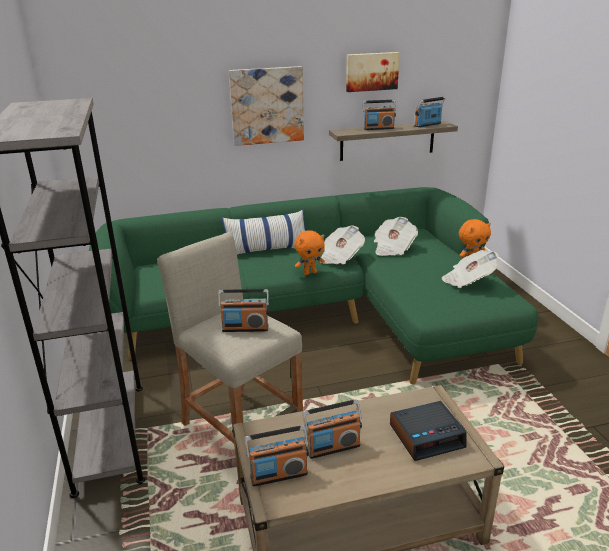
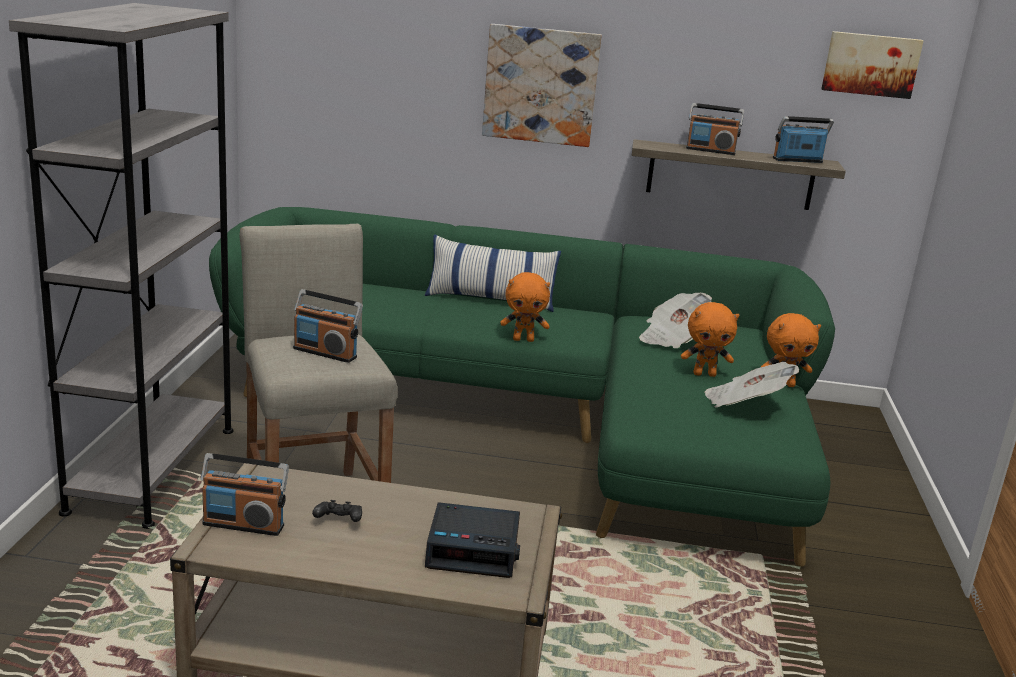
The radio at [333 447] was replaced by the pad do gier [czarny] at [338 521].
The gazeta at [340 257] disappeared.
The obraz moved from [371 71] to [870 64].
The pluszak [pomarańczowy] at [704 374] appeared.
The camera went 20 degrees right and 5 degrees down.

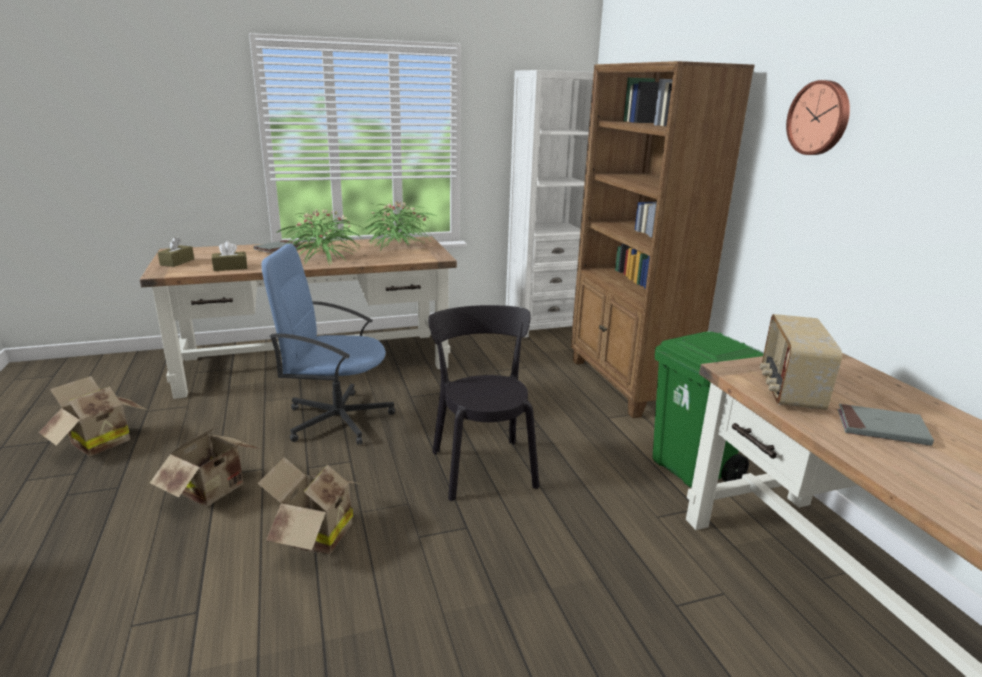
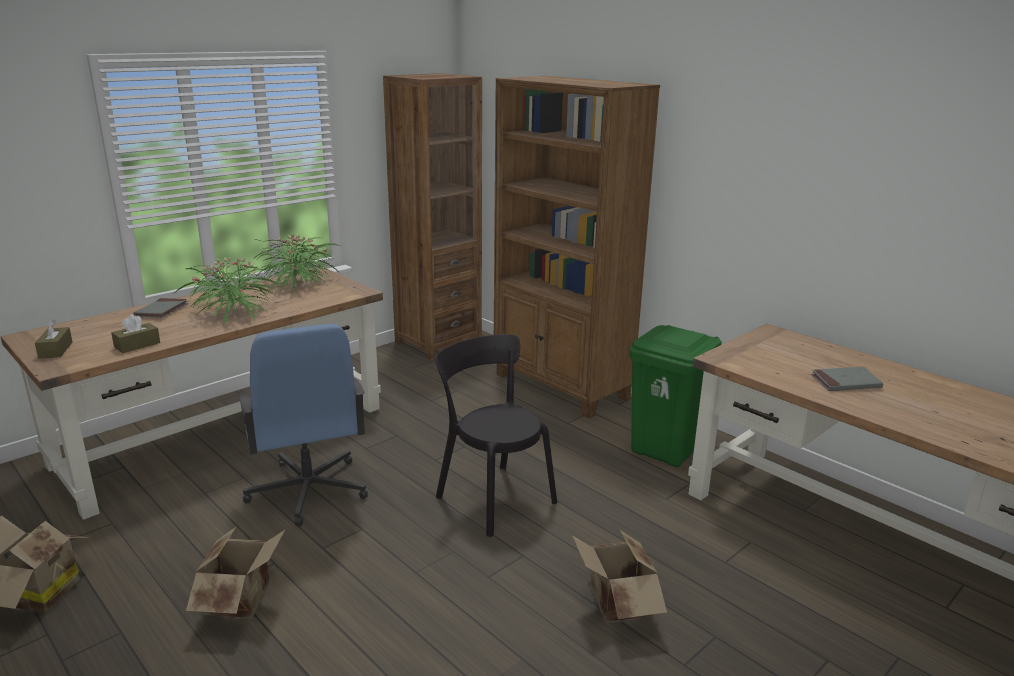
The karton moved from [314 536] to [616 605].
The krzesło biurowe [niebieski] at [337 419] turned 90 degrees counterclockwise.
The regał [biały] at [542 325] became the regał [brązowy] at [438 342].
The radio at [788 391] disappeared.
The zegar ścienny at [819 118] disappeared.
The camera went 25 degrees left and 0 degrees up.

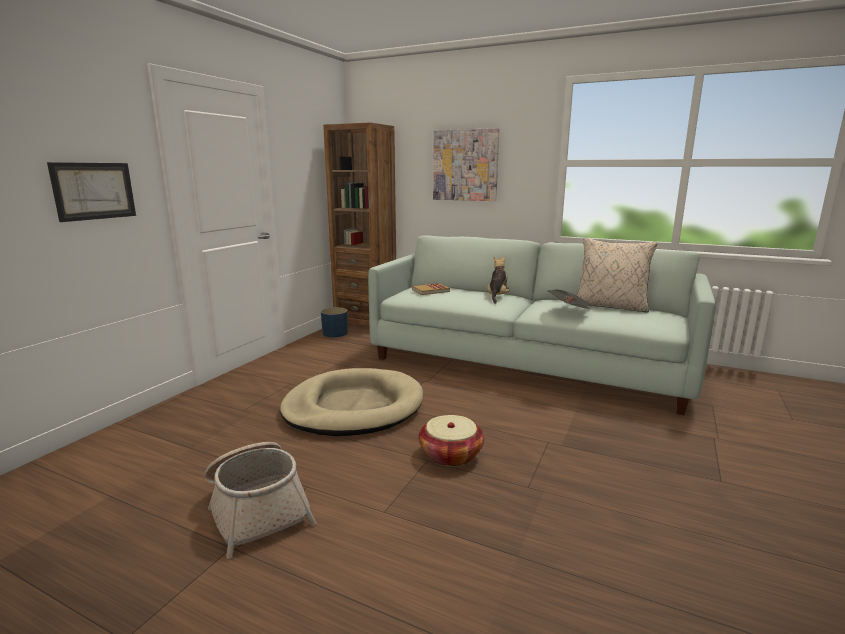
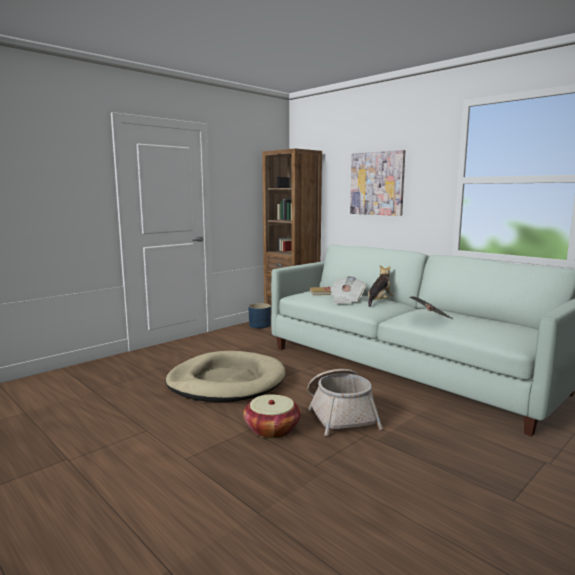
The obraz at [94 191] disappeared.
The koszyk moved from [257 508] to [340 414].
The poduszka [beżowy] at [611 306] disappeared.
The gazeta at [346 300] appeared.
The camera went 20 degrees right and 5 degrees down.

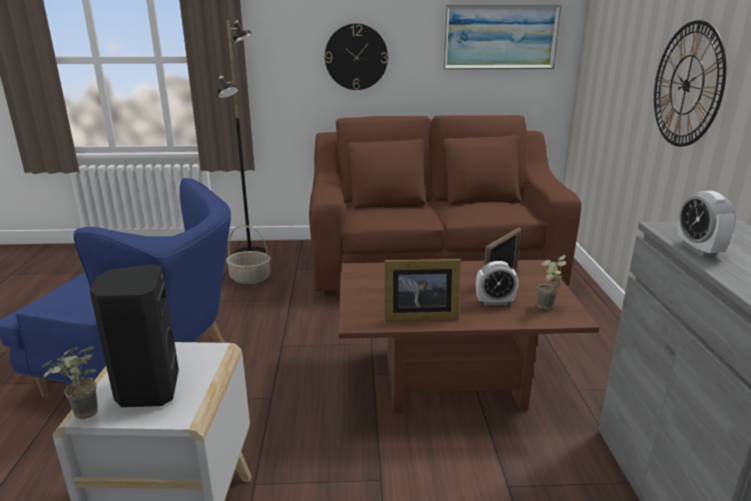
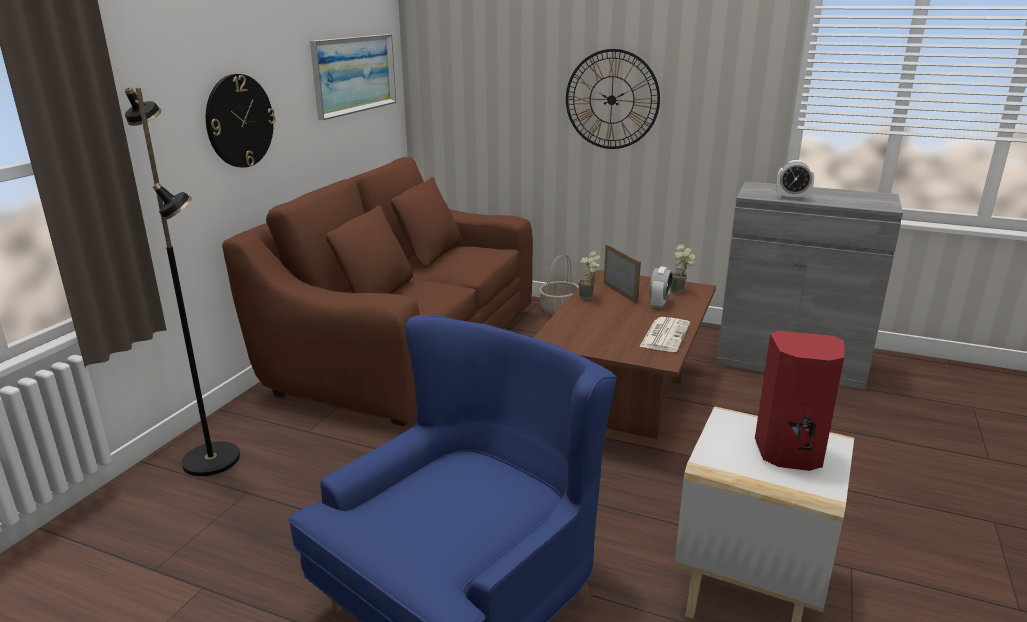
The roślina doniczkowa moved from [81 417] to [589 299].
The głośnik [czarny] at [147 389] became the głośnik [czerwony] at [789 455].
The koszyk moved from [250 278] to [558 308].
The ramka na zdjęcie at [418 315] was replaced by the gazeta at [665 335].
The camera went 65 degrees left and 0 degrees up.

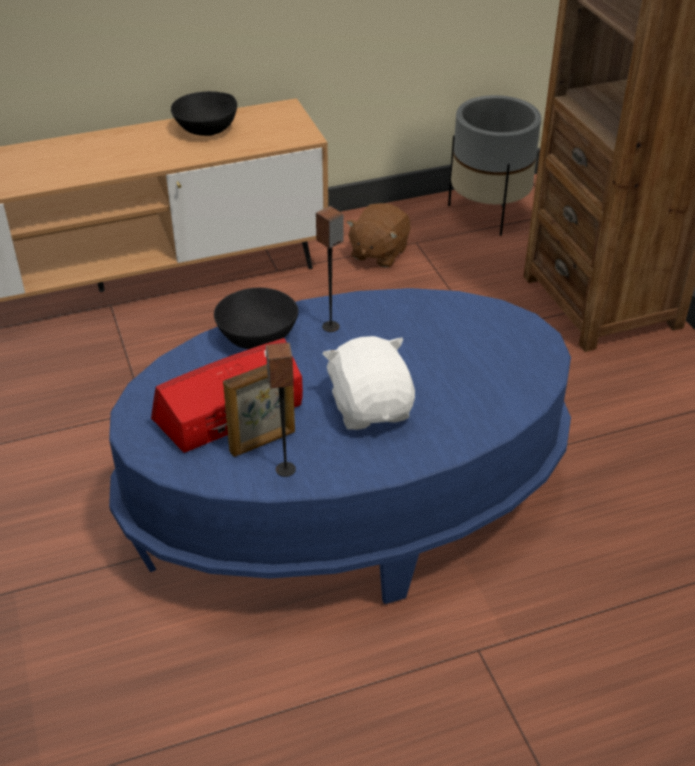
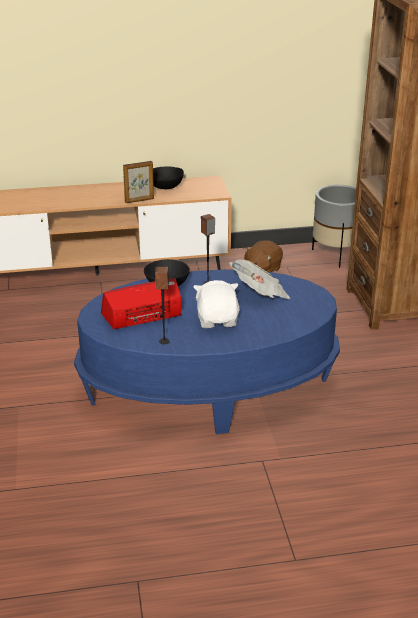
The ramka na zdjęcie moved from [263 442] to [139 200].
The gazeta at [260 294] appeared.
The camera went 10 degrees right and 10 degrees down.

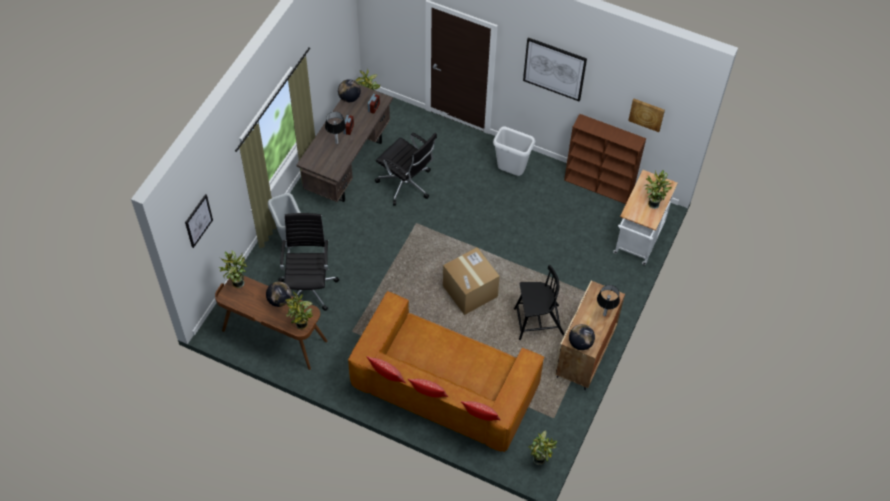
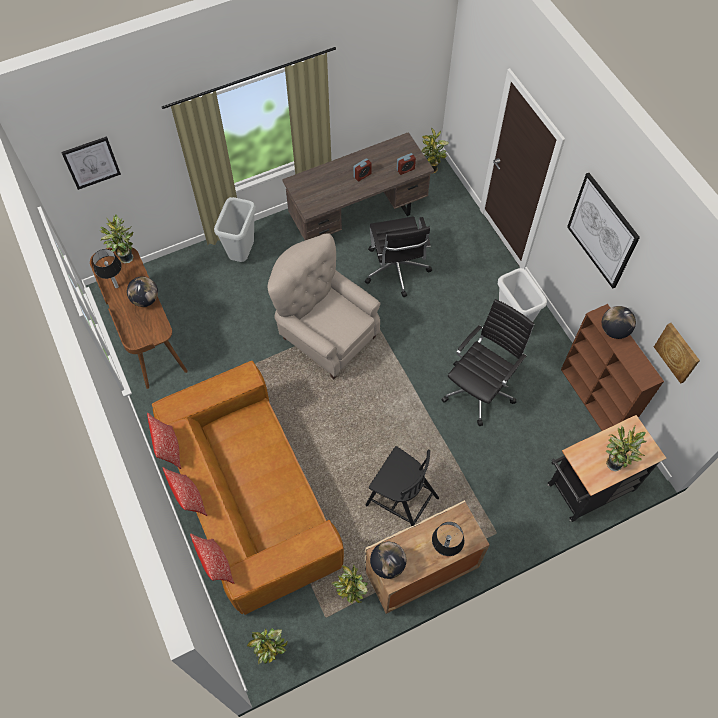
The krzesło biurowe [czarny] moved from [309 286] to [480 389].
The roślina doniczkowa moved from [302 326] to [351 595].
The lampa stołowa moved from [337 142] to [116 286].
The globus moved from [349 98] to [614 330].
The karton at [470 291] disappeared.
The wózek [biały] at [638 242] became the wózek [czarny] at [585 490].
The fotel [beżowy] at [325 335] appeared.
The camera went 40 degrees right and 5 degrees up.

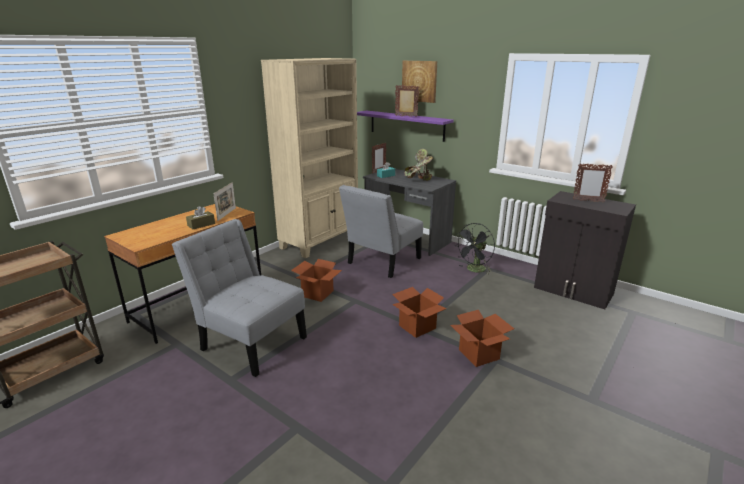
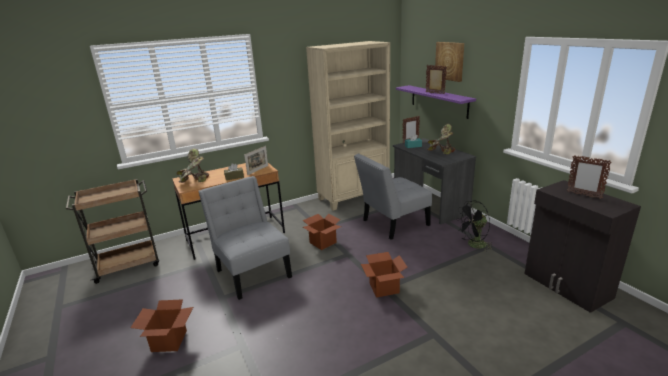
The karton moved from [478 354] to [169 341].
The roślina doniczkowa at [193 181] appeared.
The camera went 25 degrees right and 0 degrees up.

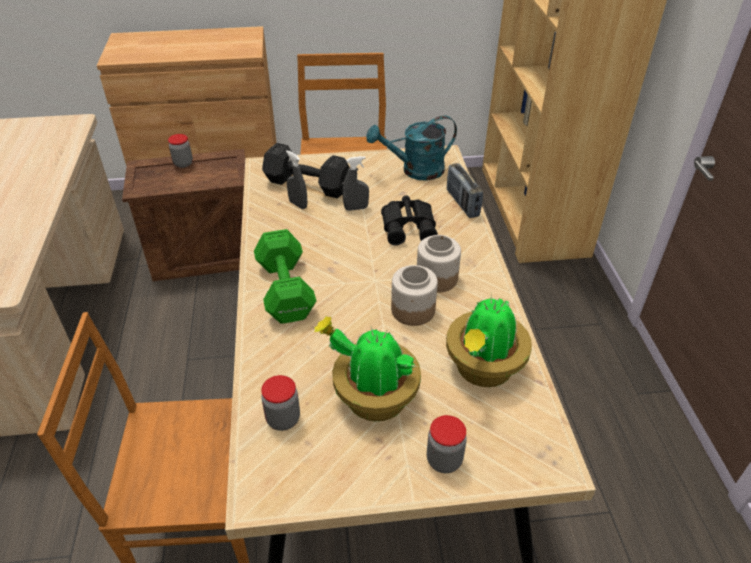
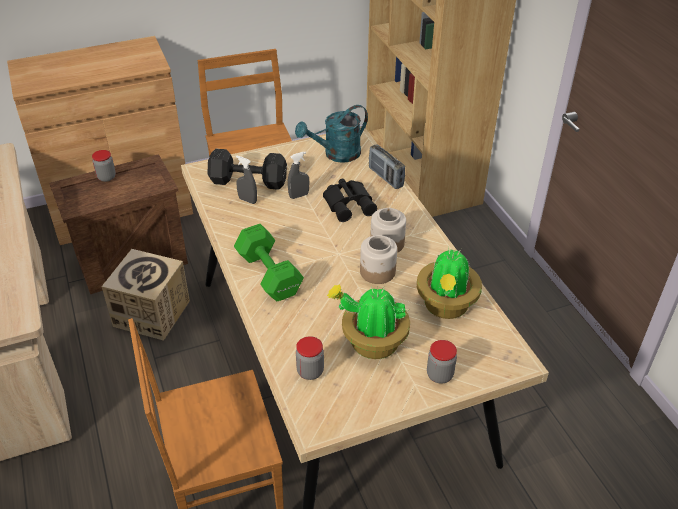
The karton at [152 313] appeared.
The camera went 15 degrees left and 0 degrees up.

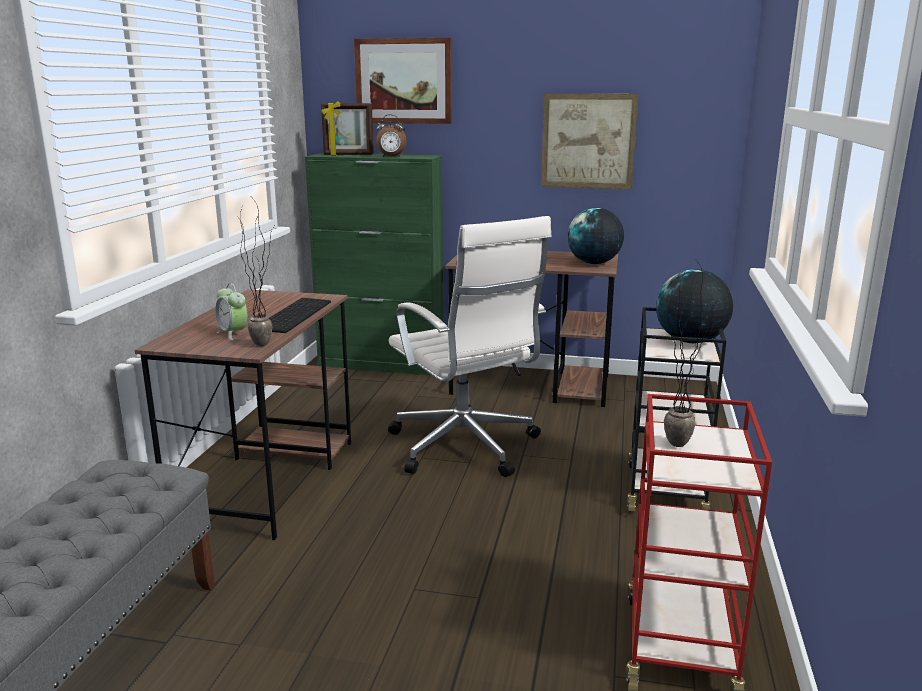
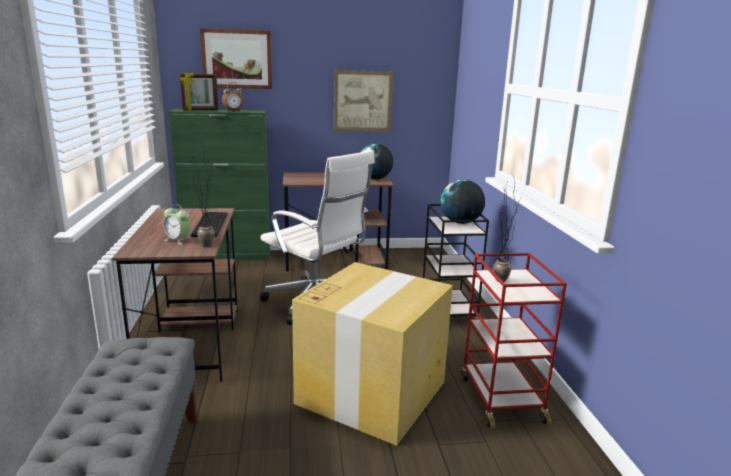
The karton at [372 391] appeared.
The camera went 20 degrees left and 0 degrees up.

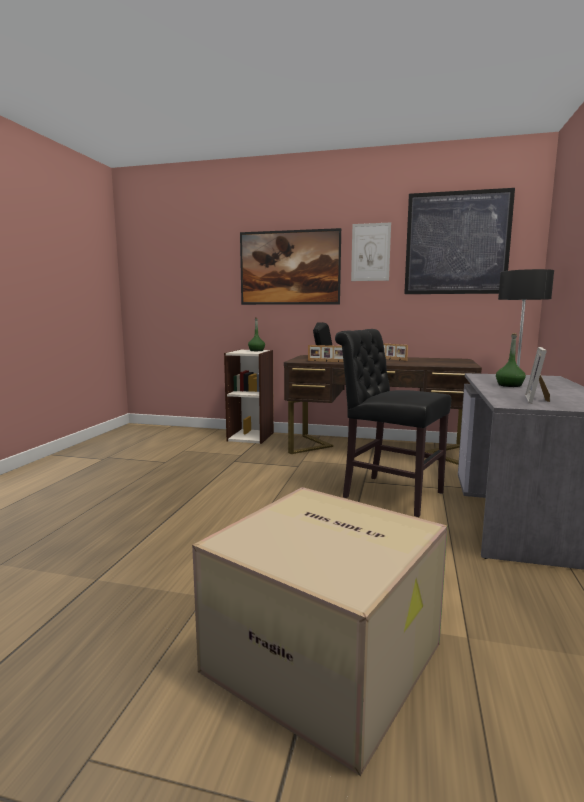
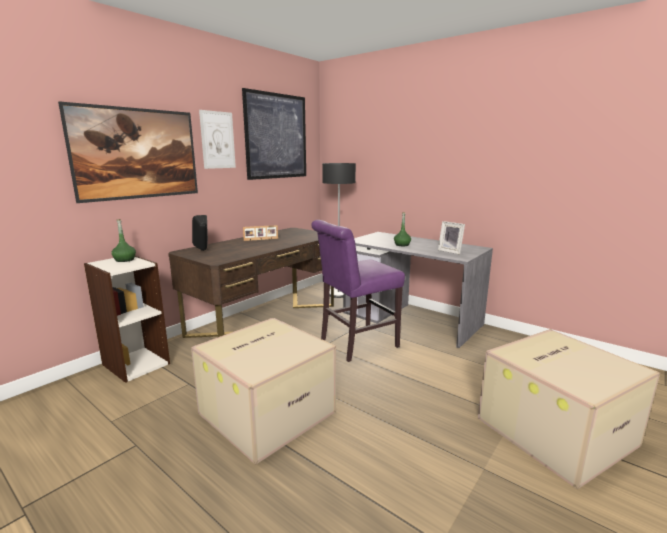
The ramka na zdjęcie at [326 361] disappeared.
The krzesło [czarny] at [388 494] became the krzesło [fioletowy] at [355 344].
The karton at [267 411] appeared.
The camera went 65 degrees left and 5 degrees up.

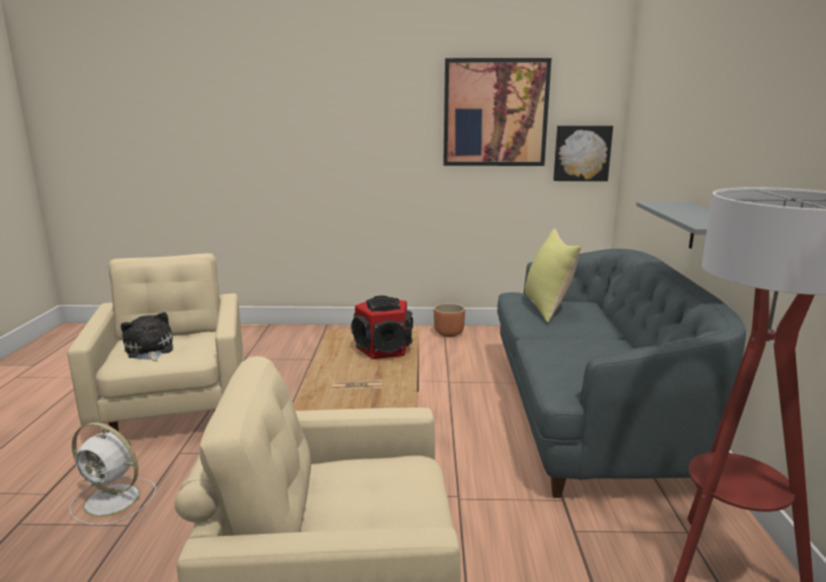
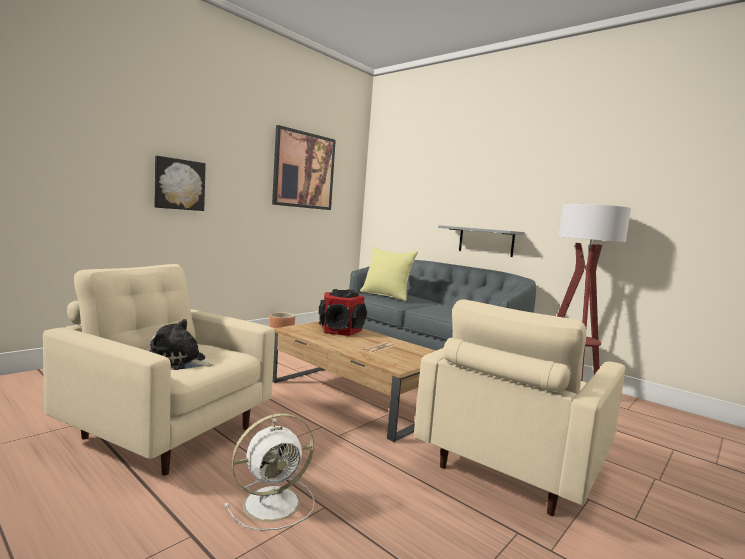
The obraz moved from [581 153] to [179 184].
The camera went 50 degrees left and 10 degrees down.

